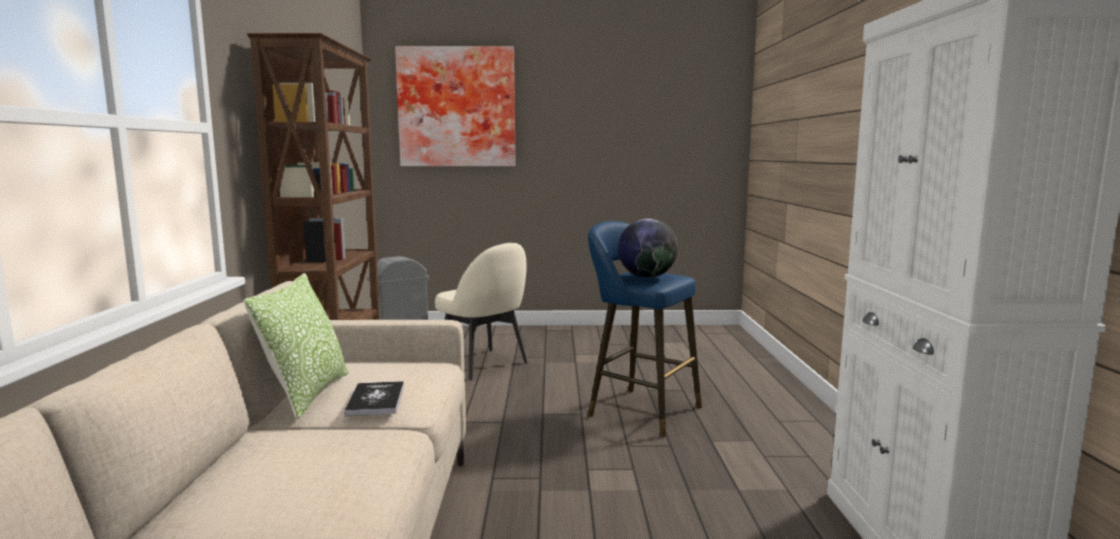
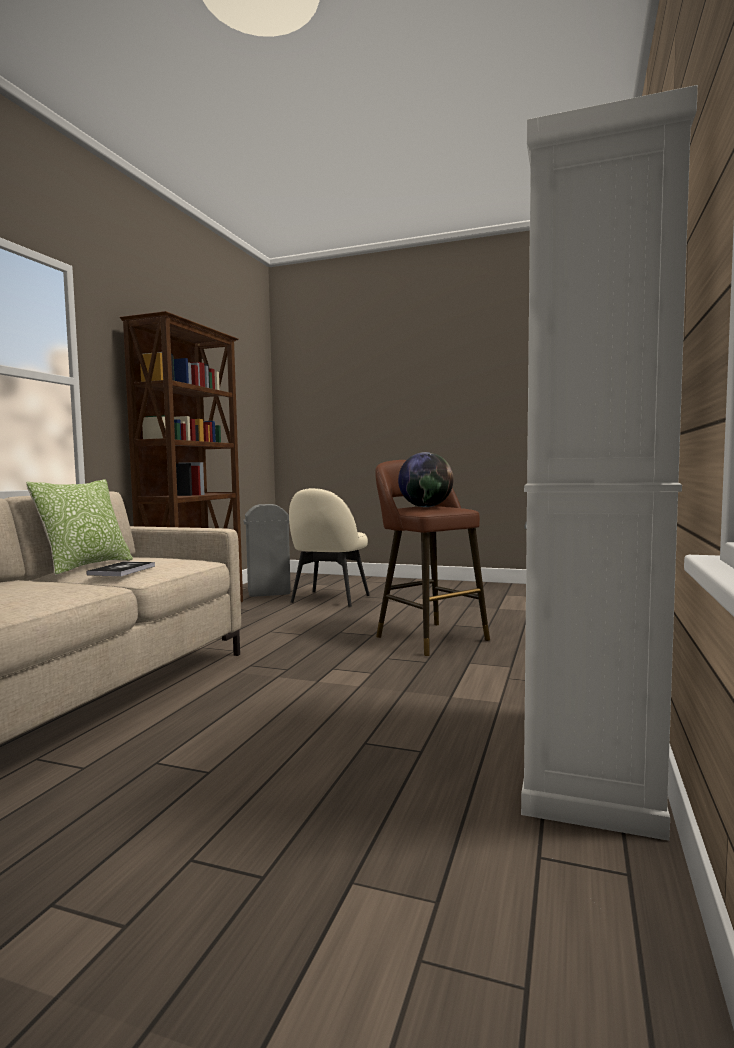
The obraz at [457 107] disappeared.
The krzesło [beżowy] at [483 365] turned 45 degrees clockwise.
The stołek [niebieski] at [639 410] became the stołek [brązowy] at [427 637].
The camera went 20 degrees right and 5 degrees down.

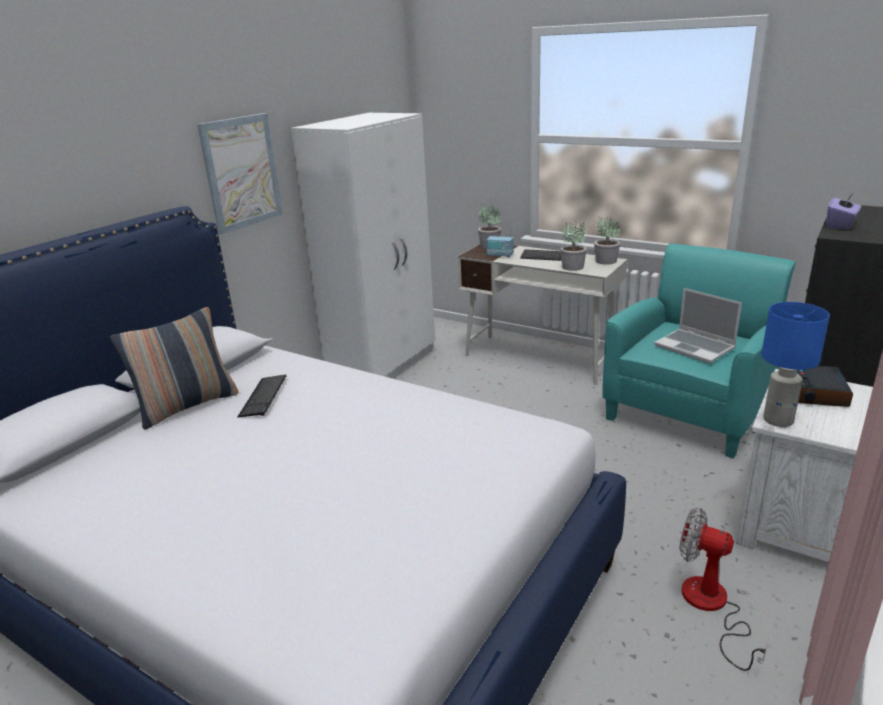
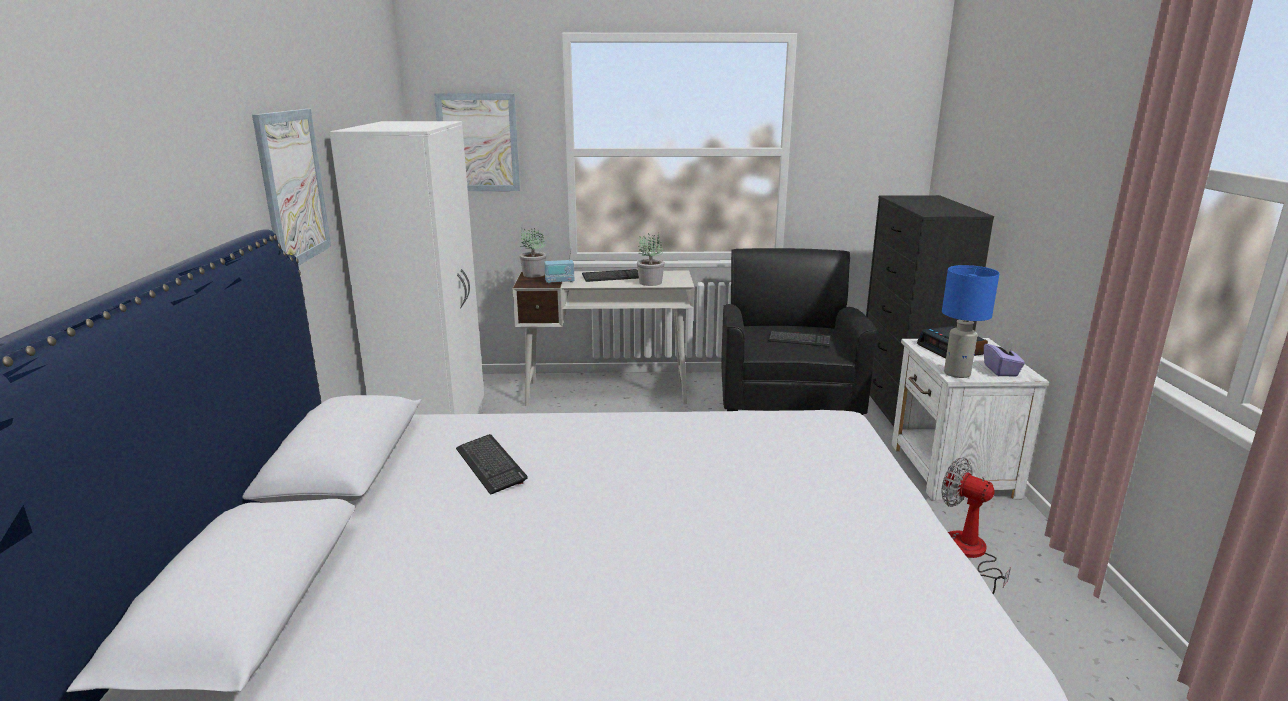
The poduszka at [187 406] disappeared.
The roślina doniczkowa at [605 261] disappeared.
The fotel [turkusowy] at [690 410] became the fotel [czarny] at [787 406].
The laptop at [695 347] was replaced by the klawiatura at [799 340].
The wentylator at [711 607] turned 45 degrees clockwise.
The pudełko chusteczek [fioletowy] moved from [841 225] to [1001 370].
The obraz at [478 143] appeared.
The camera went 35 degrees left and 5 degrees down.

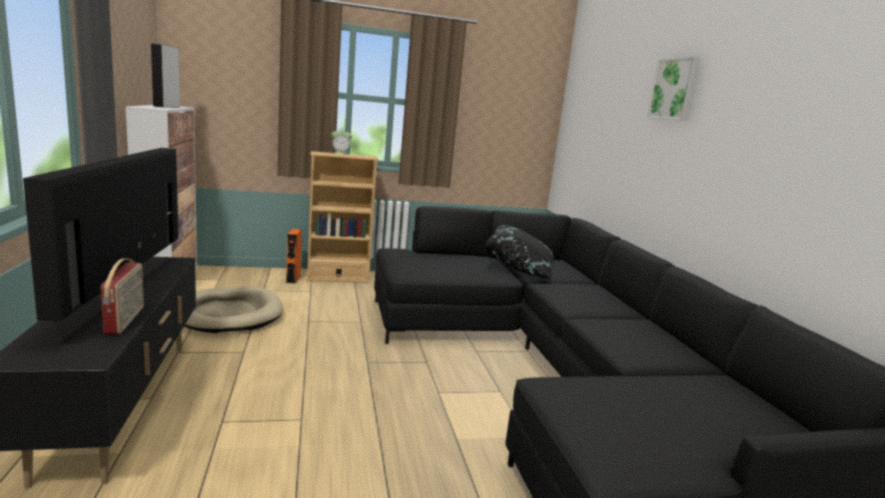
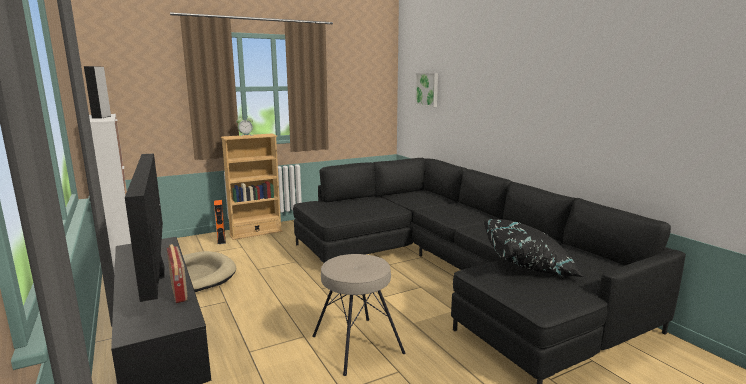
The poduszka [czarny] moved from [520 268] to [528 265].
The obraz moved from [675 89] to [427 89].
The stołek [beżowy] at [356 345] appeared.
The camera went 15 degrees left and 0 degrees up.

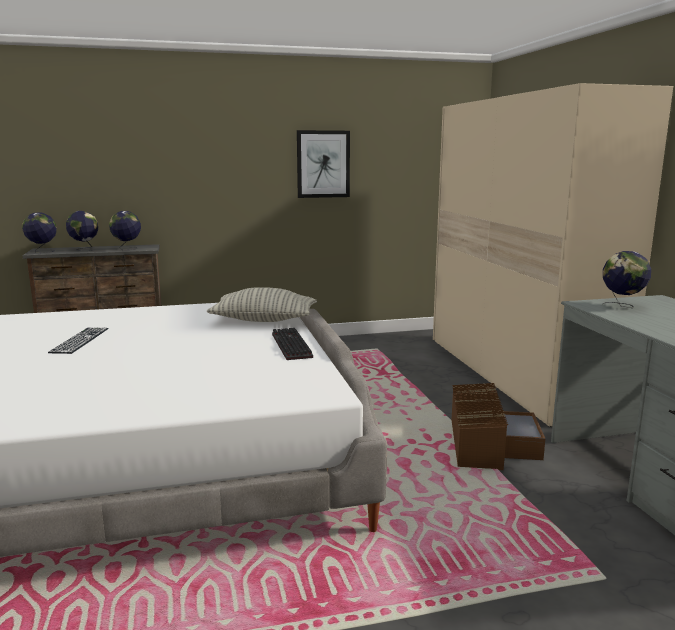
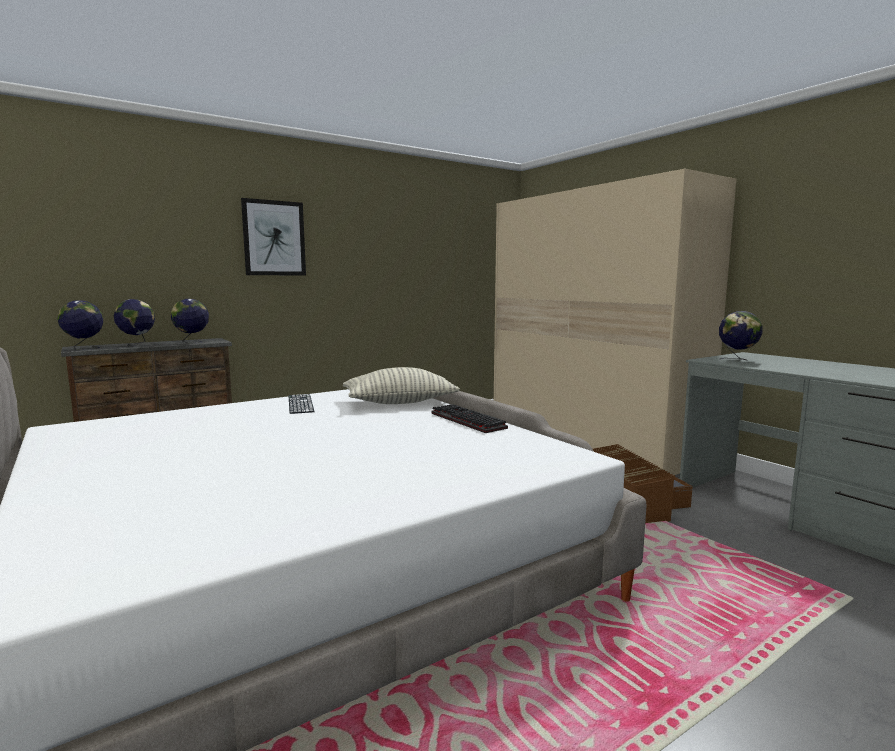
The klawiatura moved from [80 340] to [300 403].
The obraz moved from [323 164] to [274 238].
The camera went 20 degrees left and 5 degrees down.

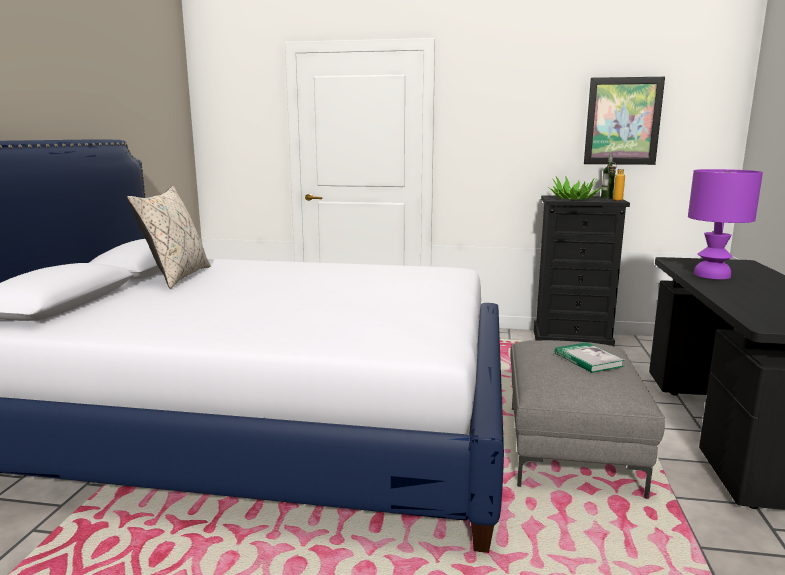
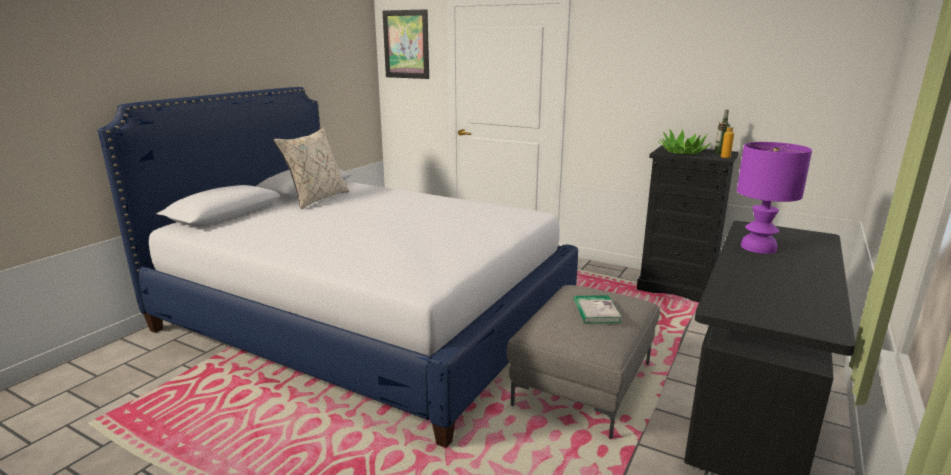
The obraz moved from [622 121] to [406 44].
The camera went 20 degrees right and 5 degrees up.

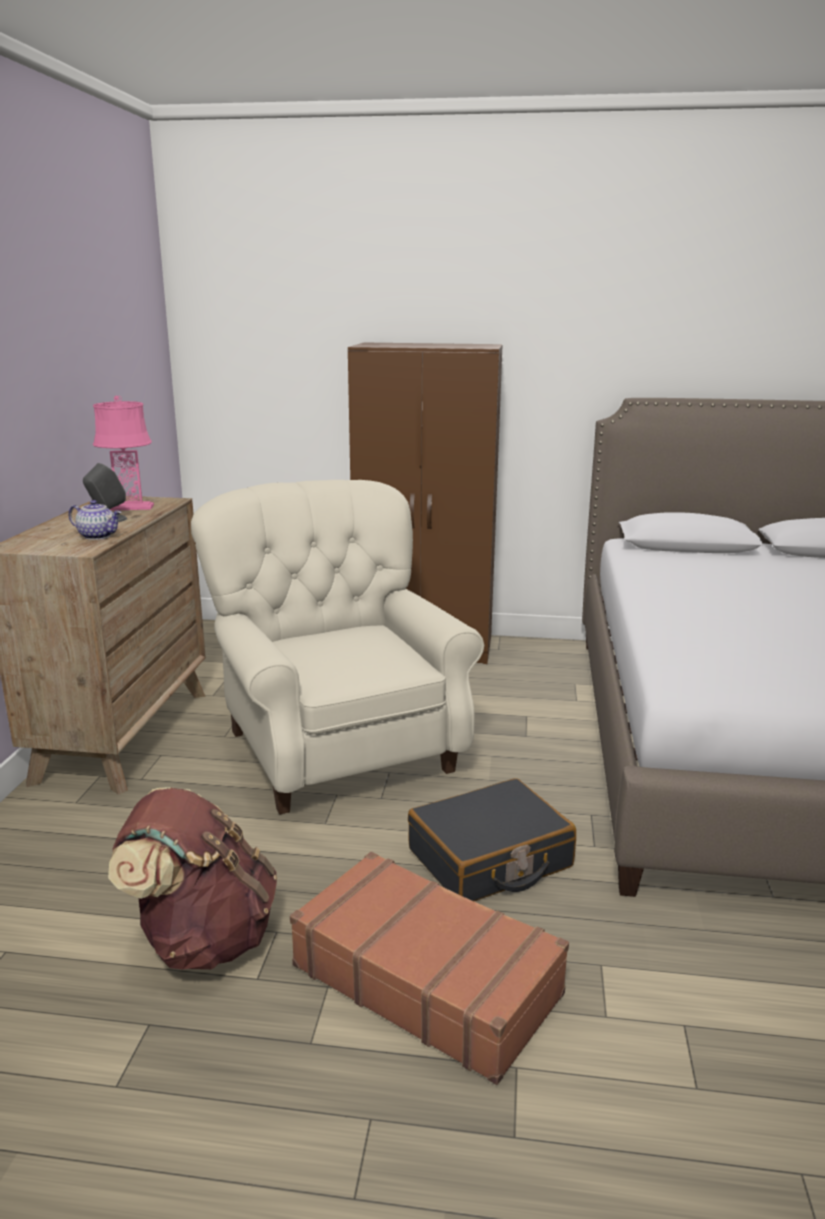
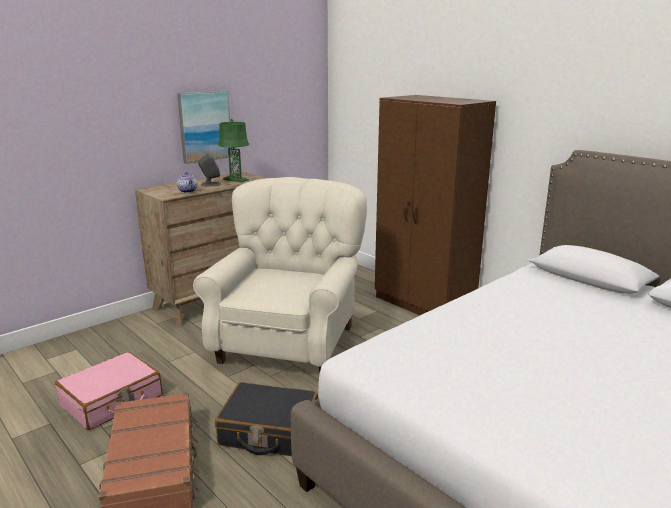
The lampa stołowa [różowy] at [129 507] became the lampa stołowa [zielony] at [235 180].
The plecak [brązowy] at [202 938] was replaced by the walizka [różowy] at [112 401].
The obraz at [204 126] appeared.
The camera went 40 degrees right and 0 degrees up.

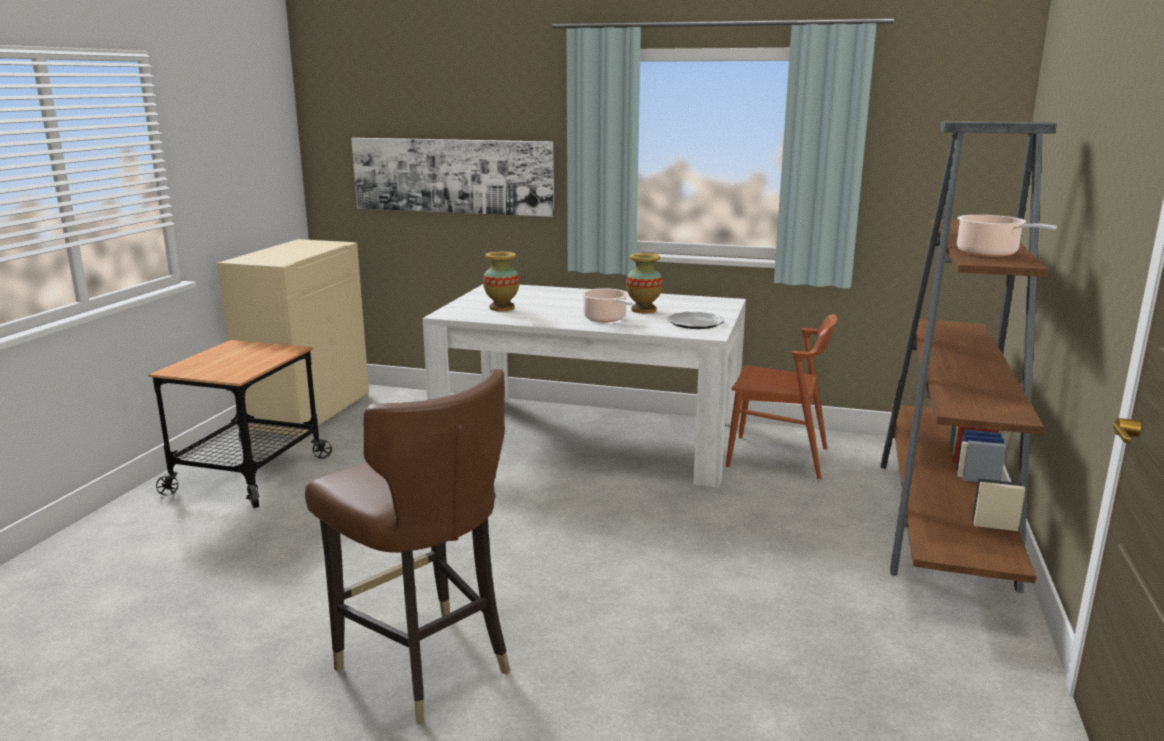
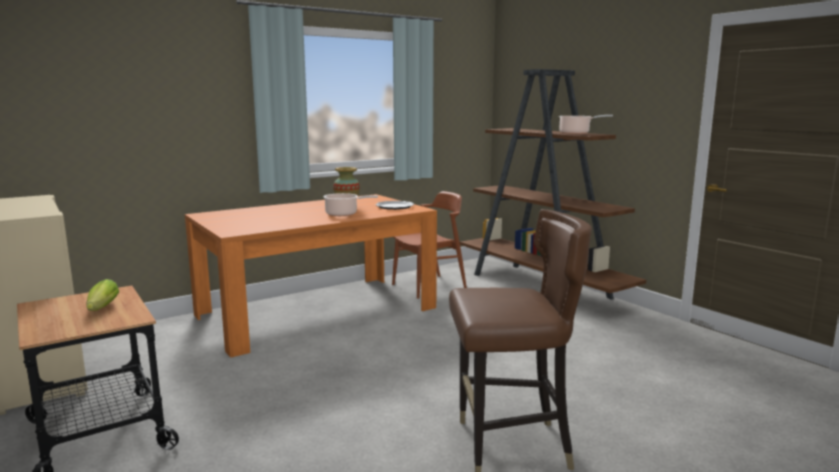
The obraz at [452 176] disappeared.
The stół jadalny [biały] at [590 438] became the stół jadalny [pomarańczowy] at [316 311].
The wazon at [502 308] disappeared.
The sałata at [101 309] appeared.
The camera went 50 degrees left and 5 degrees down.

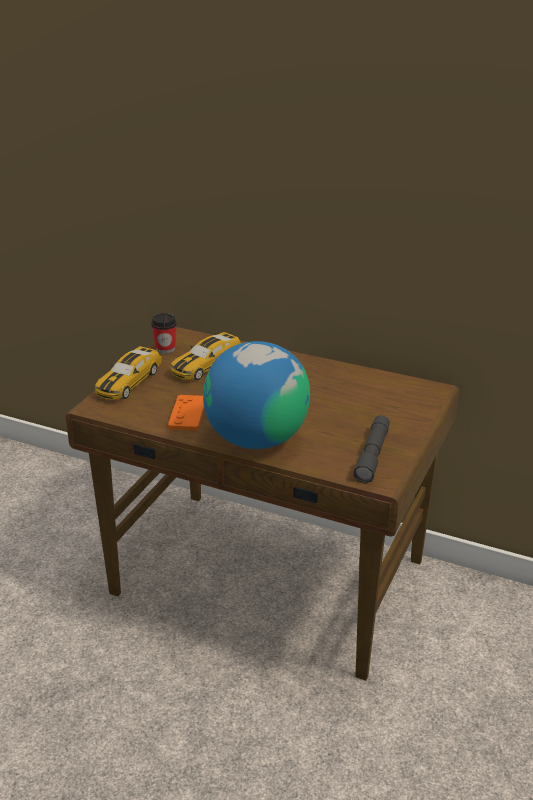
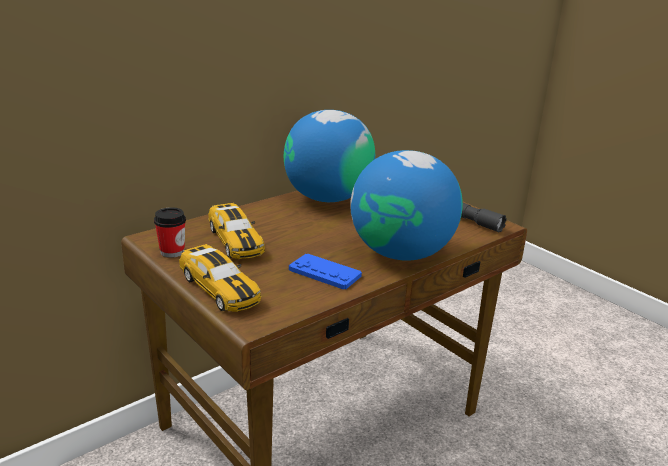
The pad do gier [pomarańczowy] at [187 414] became the pad do gier [niebieski] at [324 273].
The globus at [327 198] appeared.
The camera went 65 degrees left and 5 degrees down.

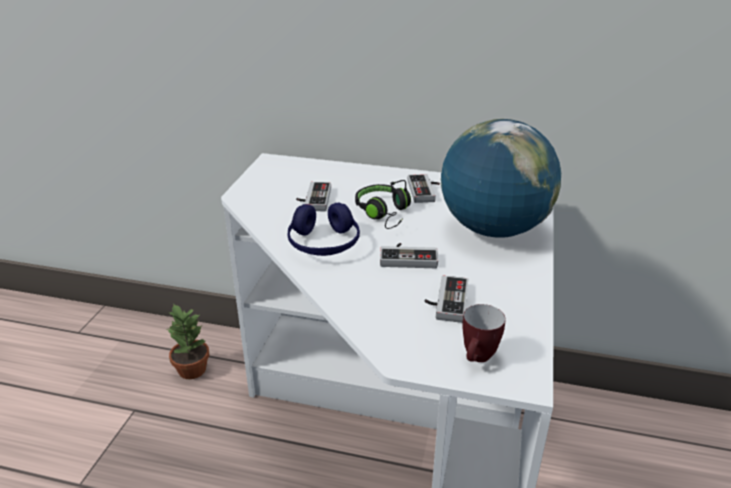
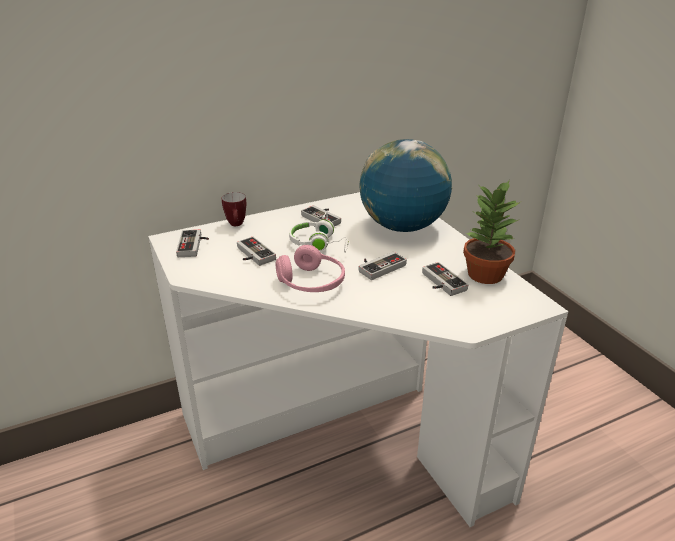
The roślina doniczkowa moved from [191 369] to [484 274].
The słuchawki [niebieski] at [324 244] became the słuchawki [różowy] at [311 283].
The słuchawki [czarny] at [384 213] became the słuchawki [biały] at [319 244].
The kubek moved from [478 359] to [237 225].
The pad do gier at [194 245] appeared.
The camera went 40 degrees left and 0 degrees up.

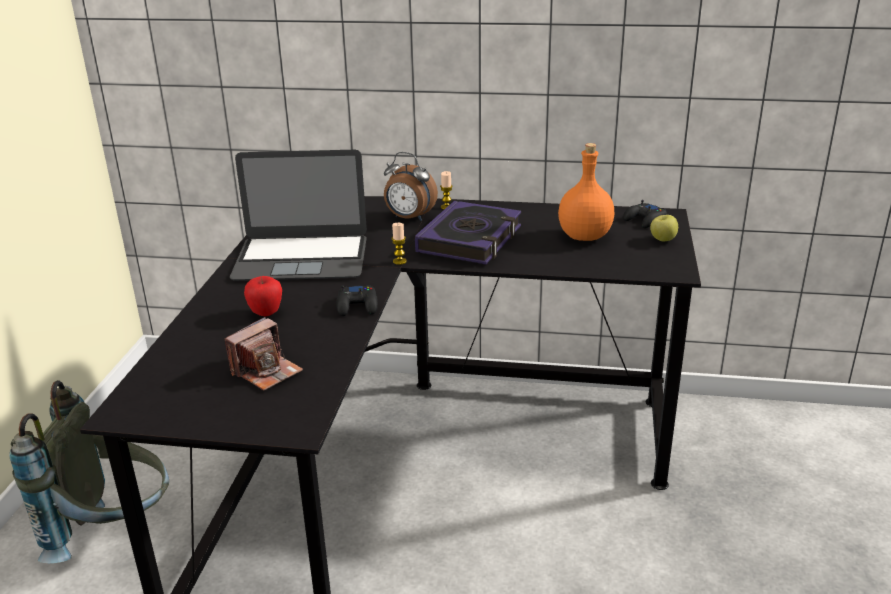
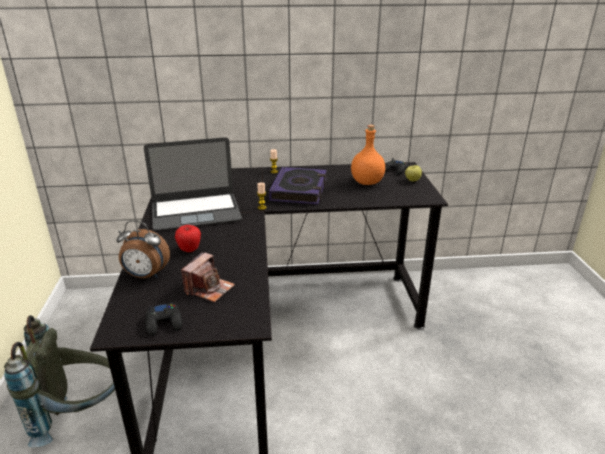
The pad do gier [czarny] moved from [358 306] to [164 323].
The budzik moved from [409 218] to [146 276].
The camera went 15 degrees left and 0 degrees up.

